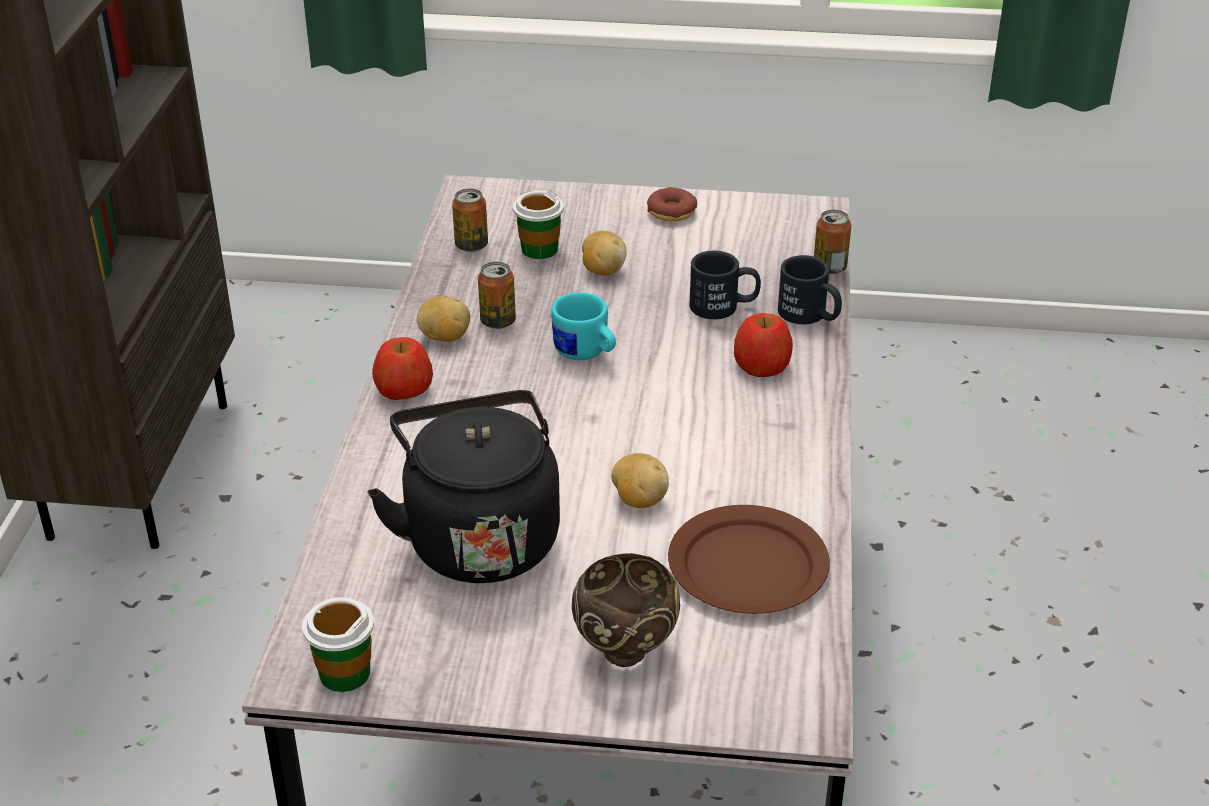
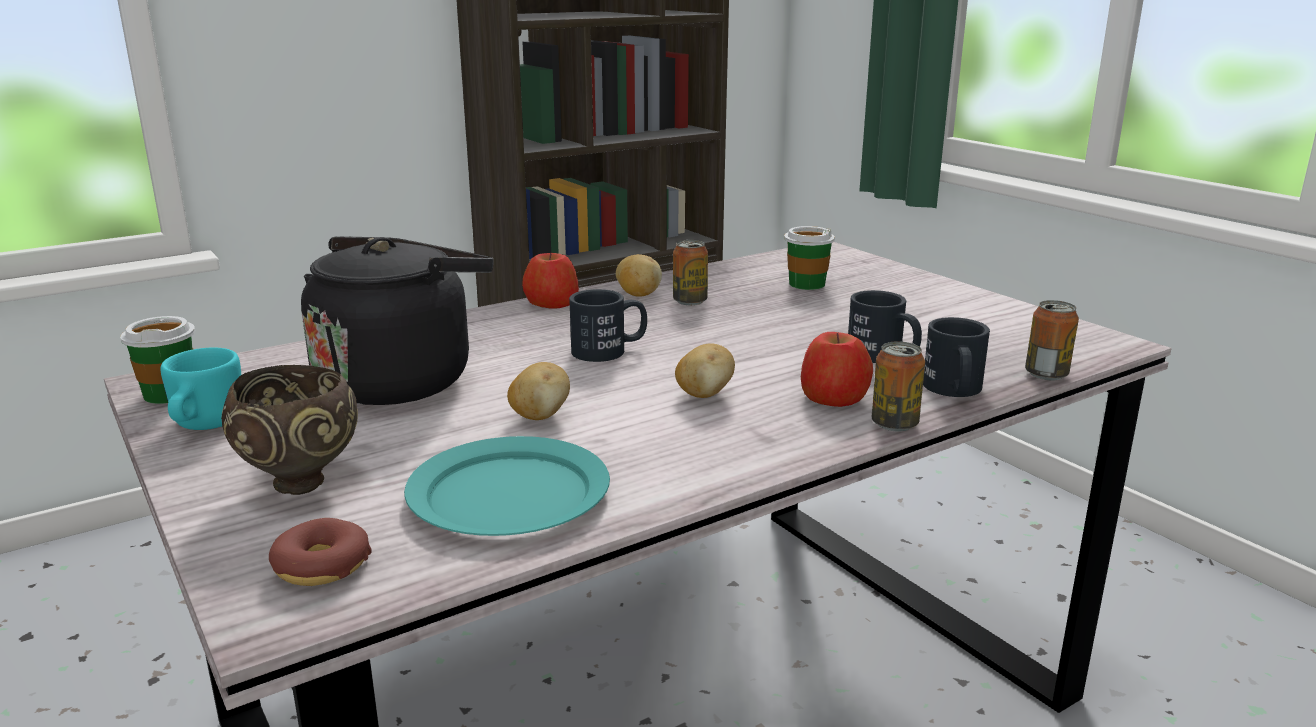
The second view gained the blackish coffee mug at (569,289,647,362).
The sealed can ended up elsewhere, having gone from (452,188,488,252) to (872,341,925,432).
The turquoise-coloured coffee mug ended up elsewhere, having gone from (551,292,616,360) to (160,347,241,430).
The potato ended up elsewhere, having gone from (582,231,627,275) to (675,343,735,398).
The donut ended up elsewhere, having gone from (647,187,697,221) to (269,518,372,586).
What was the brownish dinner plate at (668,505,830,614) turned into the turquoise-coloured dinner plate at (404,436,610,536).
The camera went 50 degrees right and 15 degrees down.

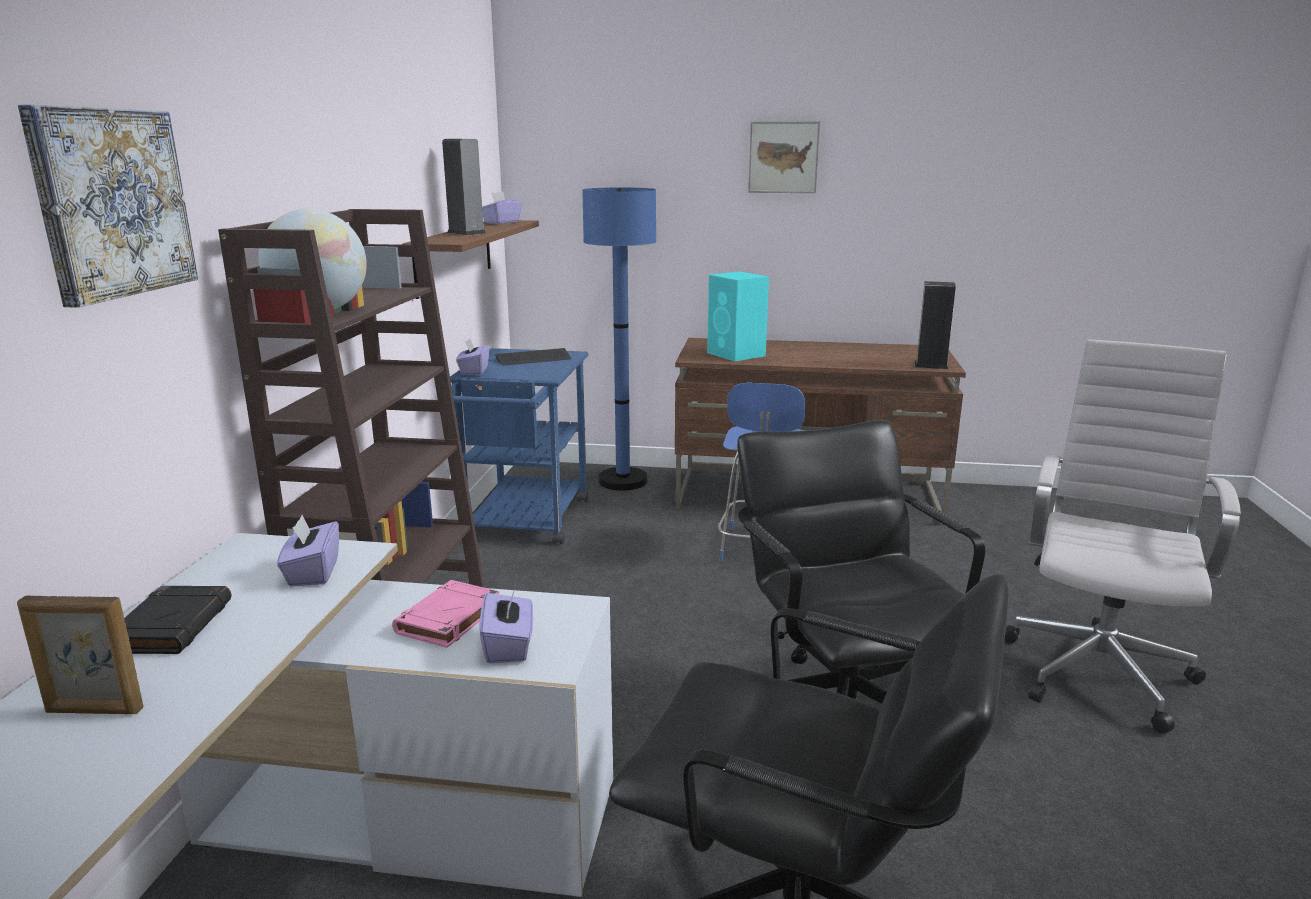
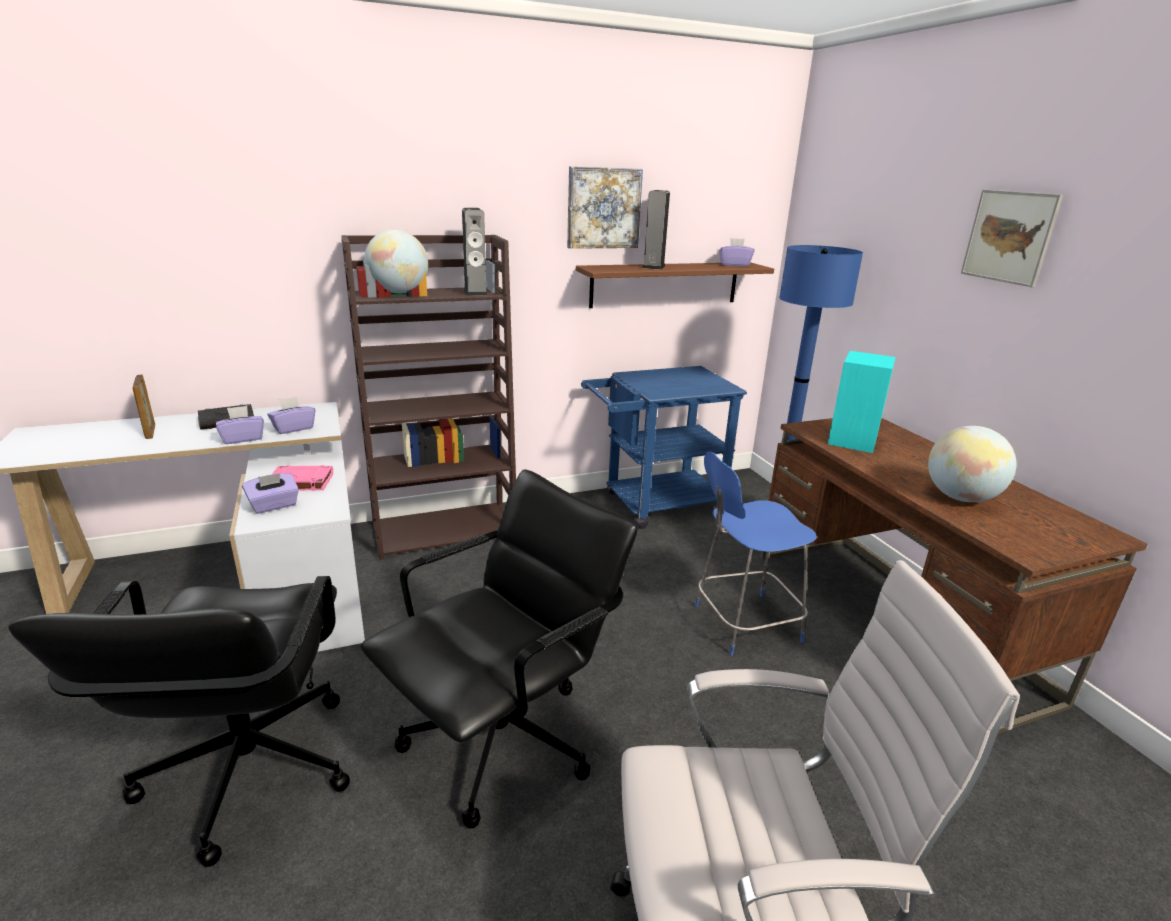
The second view lost the computer keyboard at (495,348,571,366).
The second view gained the globe at (928,426,1016,502).
The wall art ended up elsewhere, having gone from (18,105,198,308) to (567,166,643,249).
The purple-coloured tissue holder ended up elsewhere, having gone from (456,338,489,375) to (216,406,264,444).
The audio speaker ended up elsewhere, having gone from (914,281,956,369) to (462,208,488,296).
The camera went 60 degrees right and 5 degrees up.

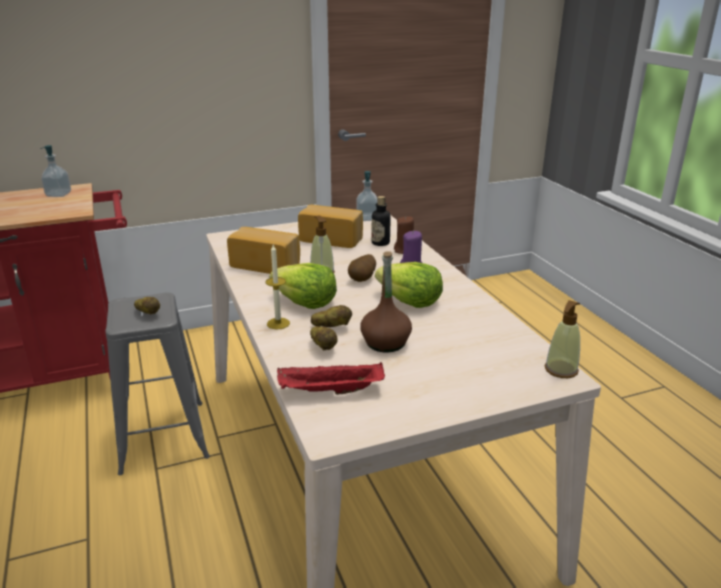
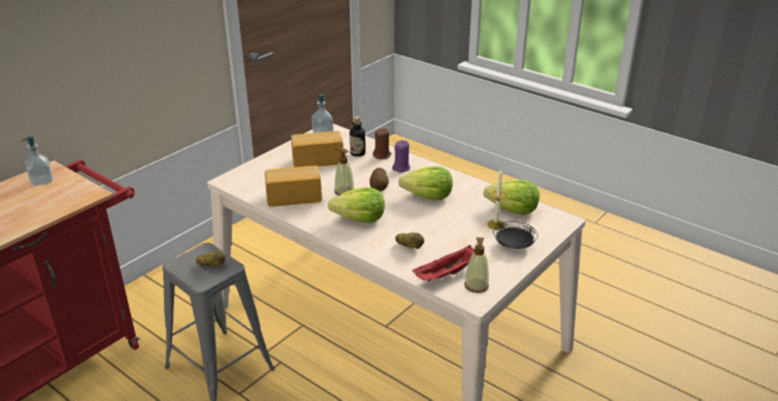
The second view lost the potato at (311,305,352,327).
The second view lost the brownish bottle at (360,251,412,352).
The second view gained the head of lettuce at (483,179,539,215).
The second view gained the blackish dinner plate at (493,221,538,249).
The wax light ended up elsewhere, having gone from (266,245,290,330) to (487,169,506,230).
The soap dispenser ended up elsewhere, having gone from (545,300,580,378) to (464,237,489,293).
The camera went 30 degrees left and 5 degrees up.

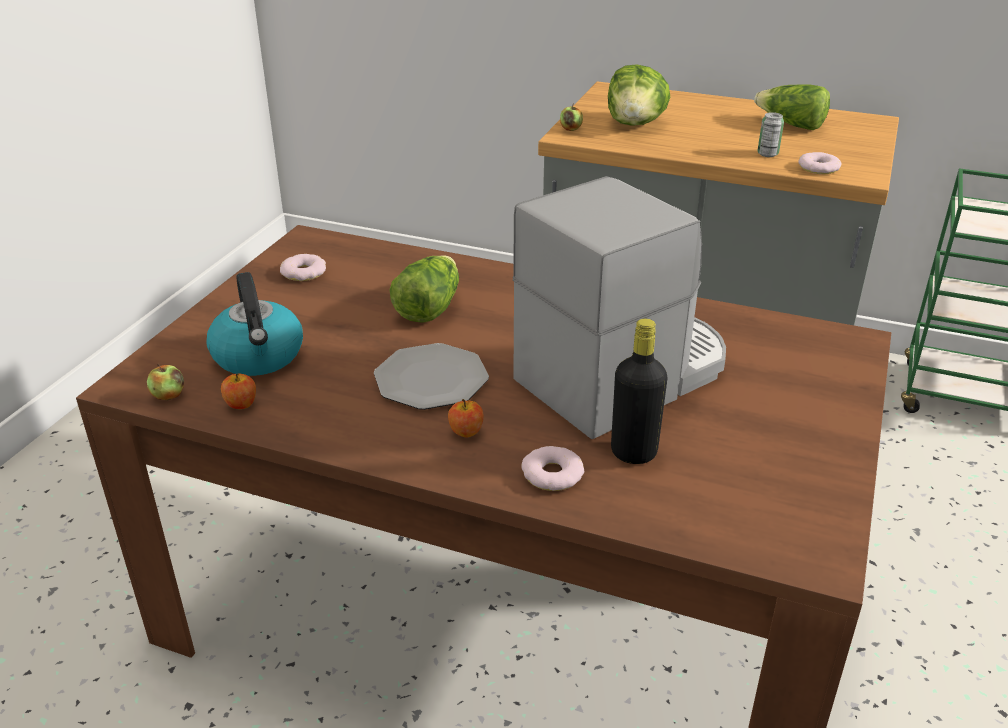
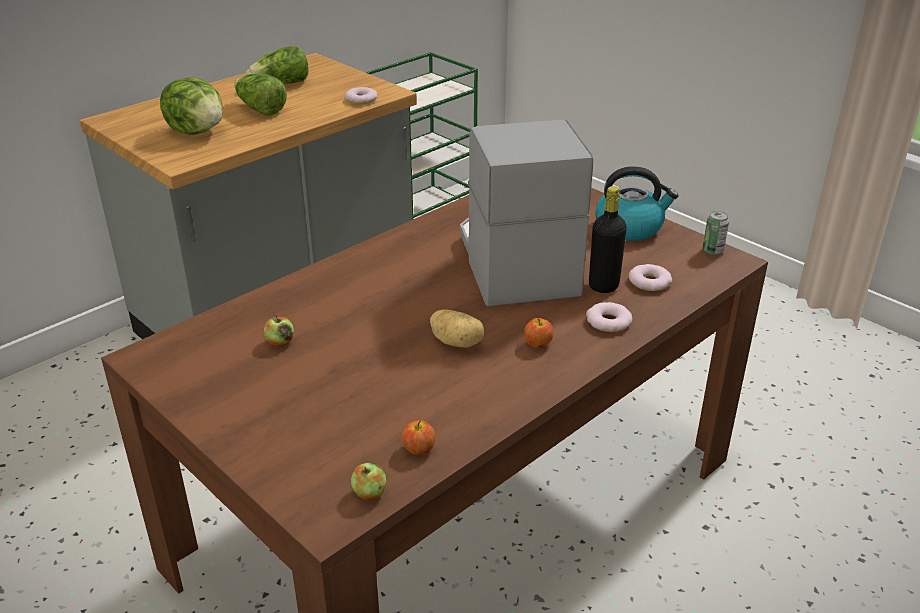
The tea kettle ended up elsewhere, having gone from (206,272,303,376) to (595,166,678,241).
The donut ended up elsewhere, having gone from (280,254,326,281) to (629,264,672,291).
The head of lettuce ended up elsewhere, having gone from (389,256,459,323) to (234,74,287,116).
The apple fruit ended up elsewhere, having gone from (560,106,583,131) to (264,315,294,346).
The sealed can ended up elsewhere, having gone from (757,112,784,157) to (702,211,729,255).
Where the dinner plate stood at (374,343,489,410), the potato came to stand at (430,309,484,348).
The camera went 65 degrees left and 0 degrees up.

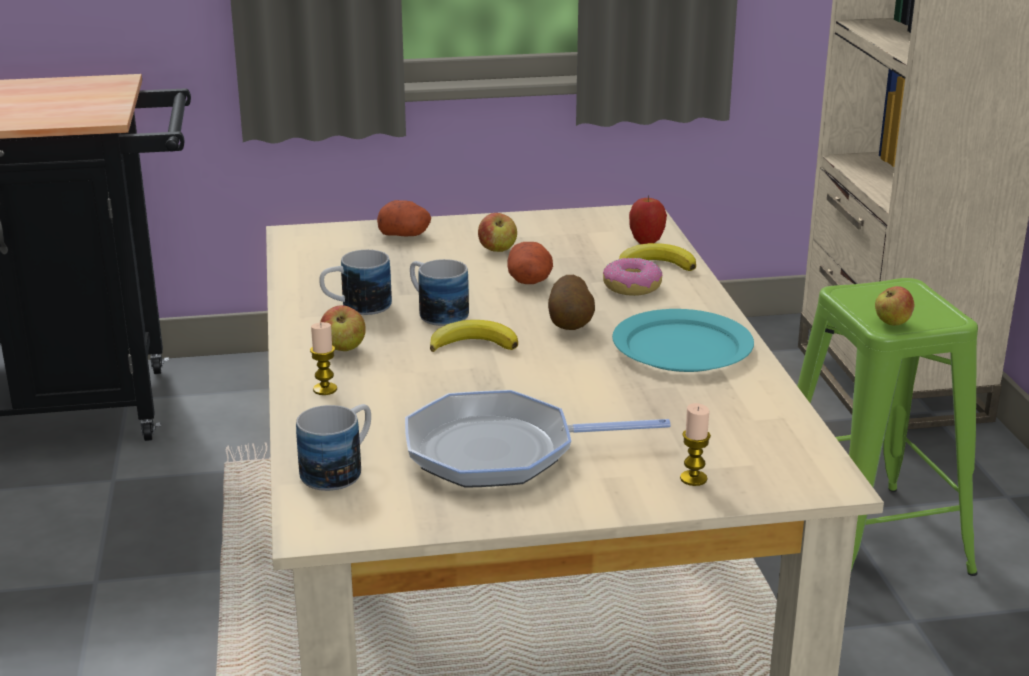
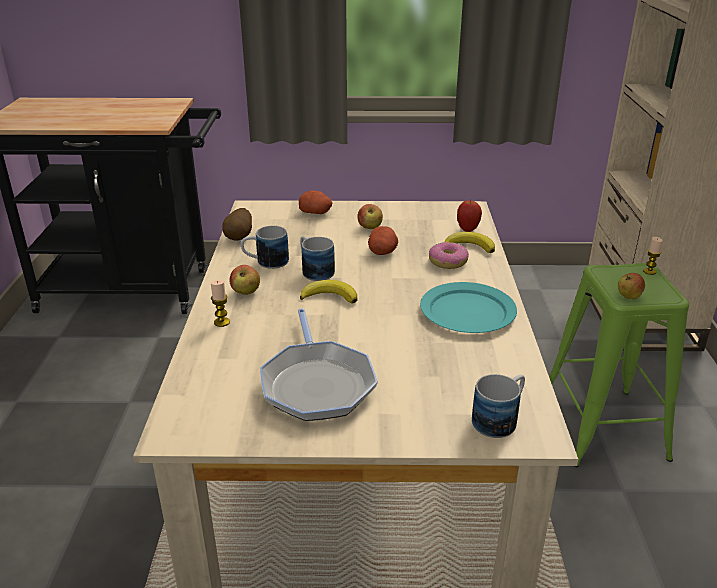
The coffee mug ended up elsewhere, having gone from (296,404,371,491) to (472,374,525,438).
The potato ended up elsewhere, having gone from (548,275,595,330) to (222,208,252,241).
The wax light ended up elsewhere, having gone from (680,403,711,486) to (643,237,663,275).
The pan at (405,390,671,488) ended up facing another way, 105 degrees counterclockwise from before.
The camera went 10 degrees right and 5 degrees up.

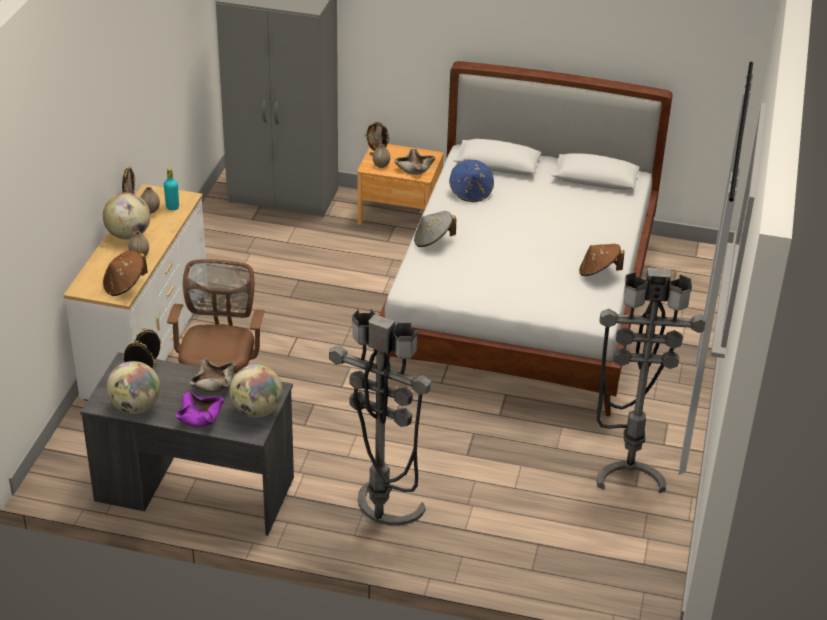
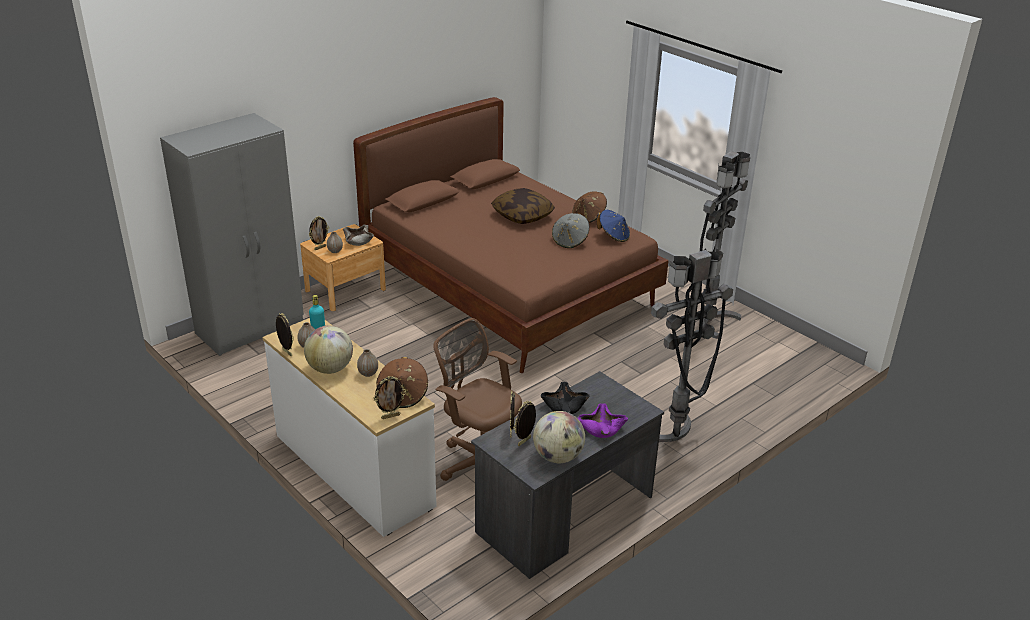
The second view lost the globe at (229,365,283,418).
The second view gained the picture frame at (373,376,406,419).
The second view gained the throw pillow at (491,188,555,224).
The grey wearable hat ended up elsewhere, having gone from (414,211,456,247) to (552,213,589,248).
The blue wearable hat ended up elsewhere, having gone from (449,159,494,202) to (597,210,630,242).
What was the beige-coloured serving bowl at (189,358,236,393) turned into the blackish serving bowl at (540,382,590,414).
What was the white sleeping bed at (374,61,673,416) turned into the brownish sleeping bed at (353,97,669,373).
The camera went 55 degrees left and 5 degrees down.

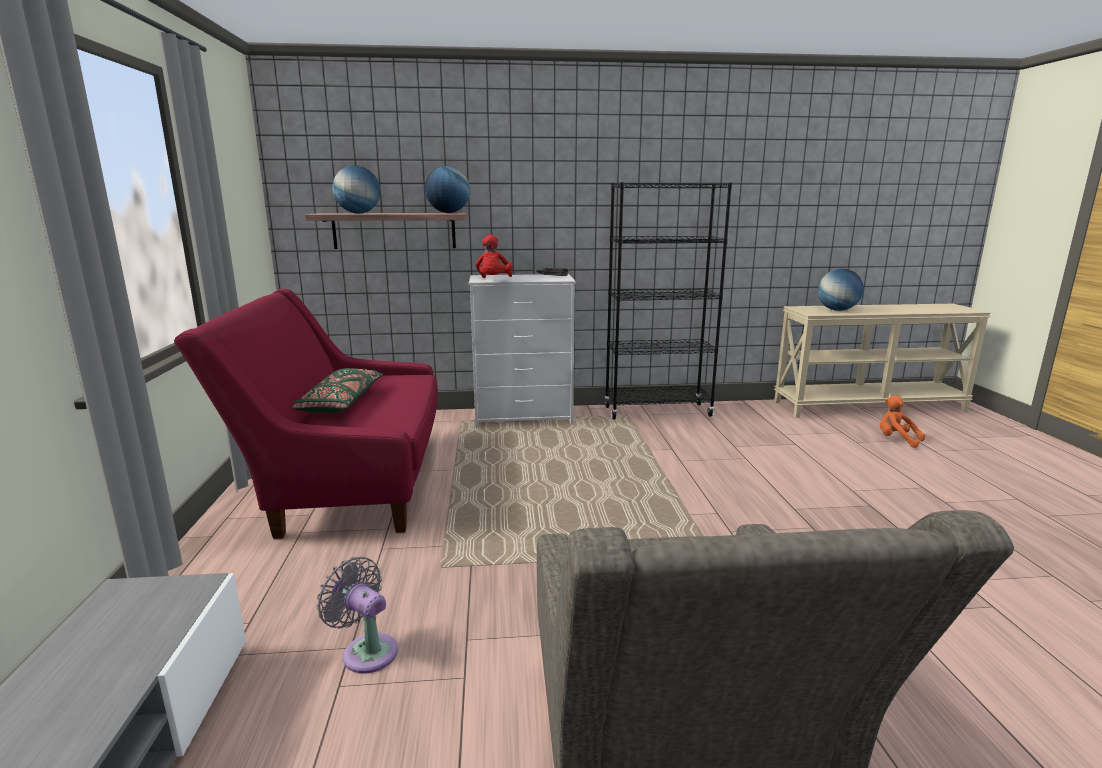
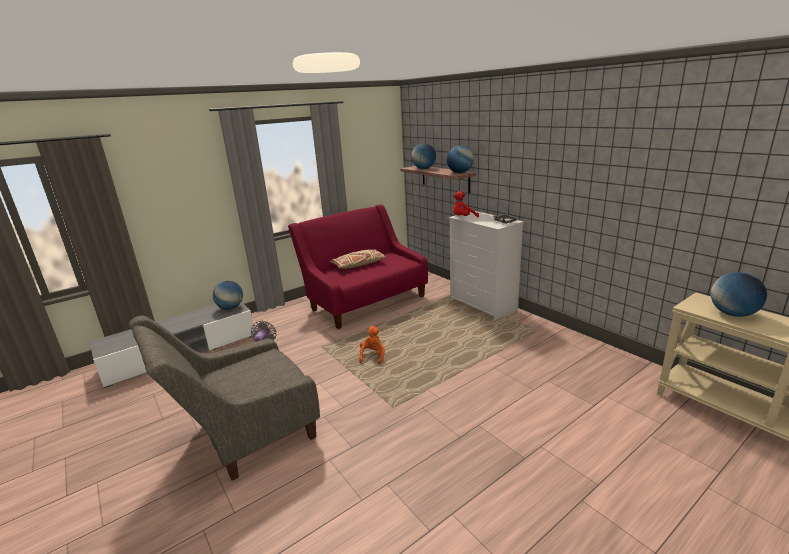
The second view lost the blackish bookcase at (604,182,732,420).
The second view gained the globe at (213,281,243,309).
The orange cuddly toy ended up elsewhere, having gone from (880,396,925,448) to (359,326,385,365).
What was the greenish throw pillow at (293,368,383,413) turned into the beige-coloured throw pillow at (330,249,387,269).
The camera went 60 degrees right and 5 degrees up.

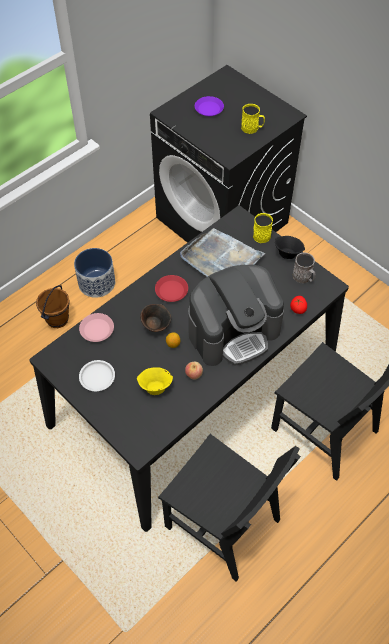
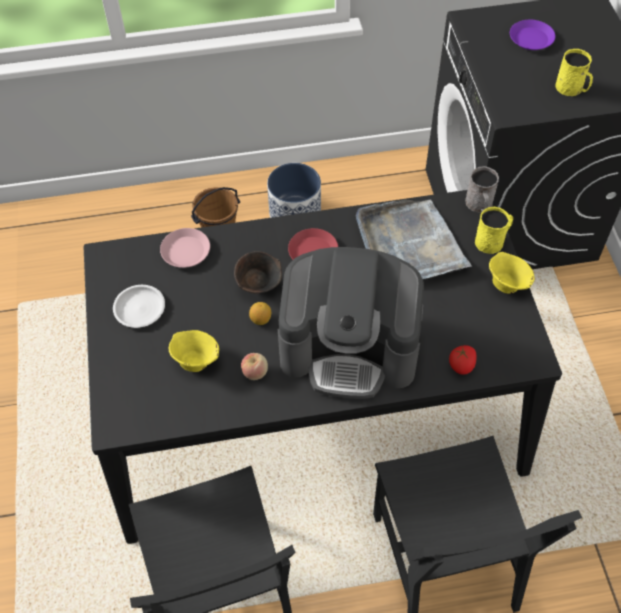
The grey coffee mug ended up elsewhere, having gone from (293,253,316,283) to (465,166,499,213).
What was the blackish serving bowl at (275,236,305,259) turned into the yellowish serving bowl at (489,252,535,294).
The camera went 35 degrees right and 0 degrees up.

